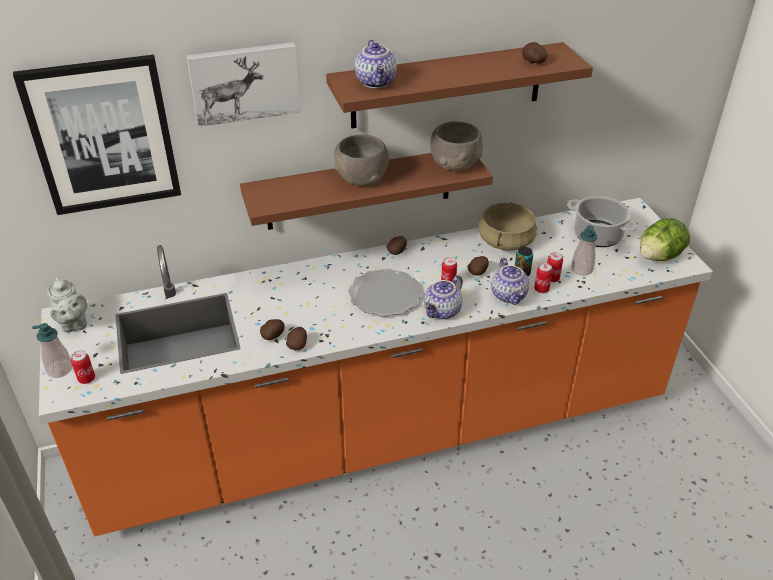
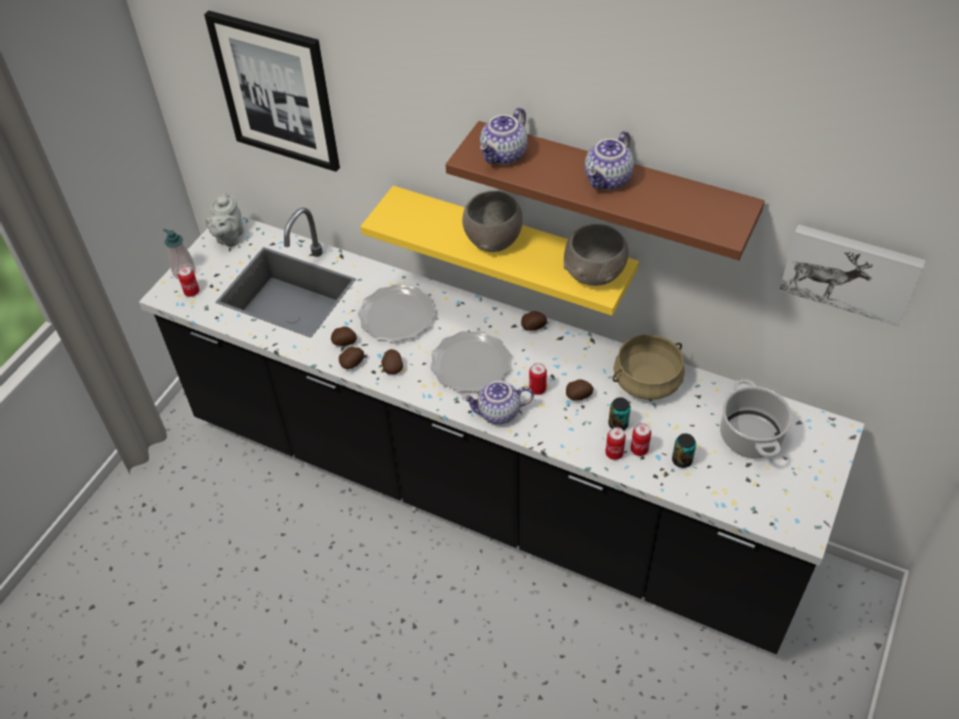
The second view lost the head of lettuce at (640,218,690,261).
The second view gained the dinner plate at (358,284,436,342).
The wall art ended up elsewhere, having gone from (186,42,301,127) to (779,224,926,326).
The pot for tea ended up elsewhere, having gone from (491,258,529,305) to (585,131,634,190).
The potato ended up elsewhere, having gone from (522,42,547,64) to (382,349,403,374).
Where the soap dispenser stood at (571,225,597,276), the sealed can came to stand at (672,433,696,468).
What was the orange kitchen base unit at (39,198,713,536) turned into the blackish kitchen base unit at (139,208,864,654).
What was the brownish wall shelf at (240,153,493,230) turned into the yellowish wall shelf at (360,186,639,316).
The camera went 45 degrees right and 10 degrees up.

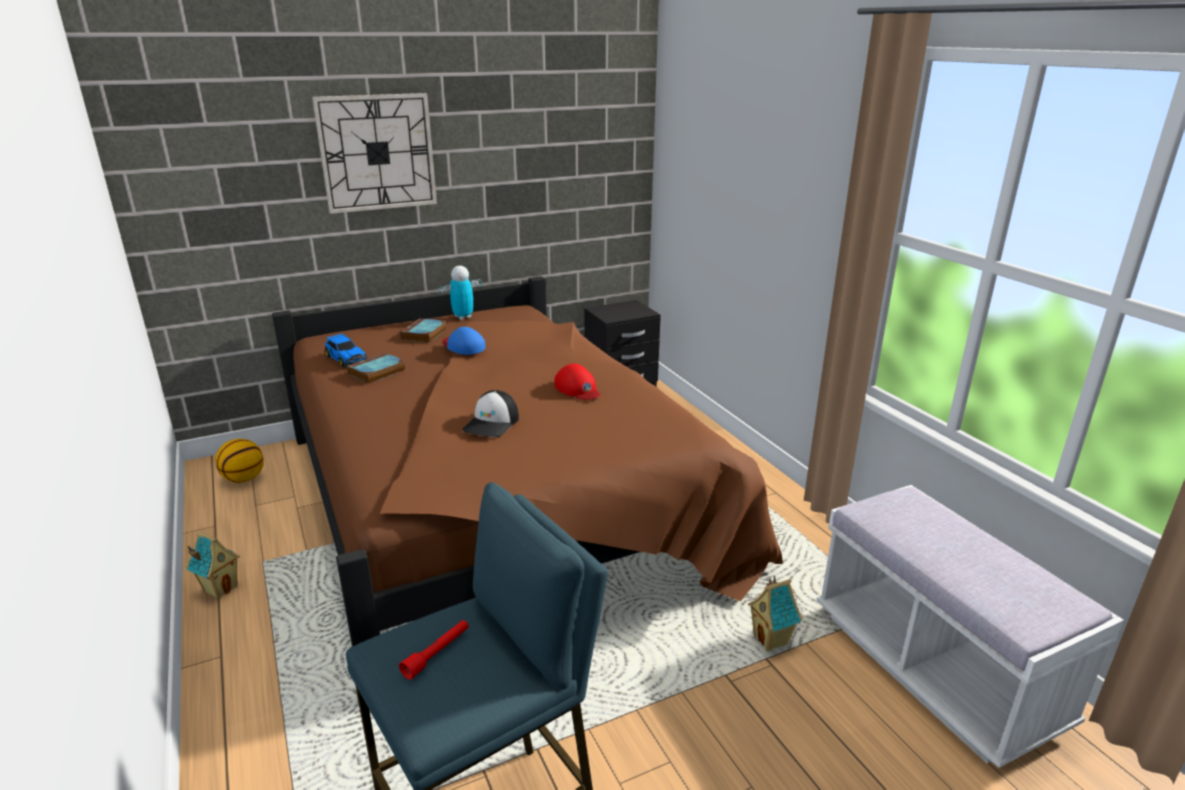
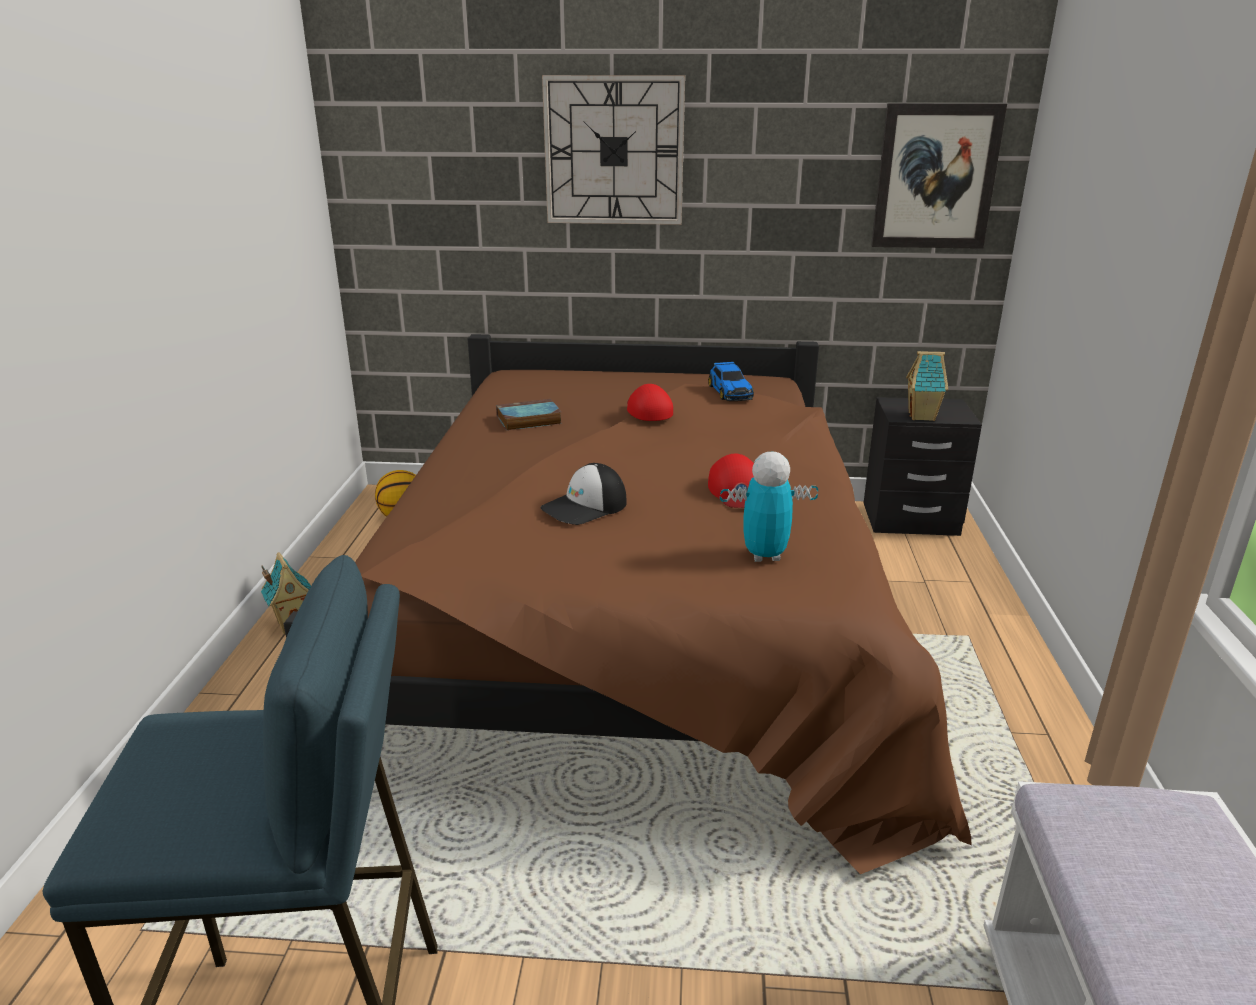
The second view lost the red hand torch at (399,620,469,680).
The second view lost the bound book at (400,318,447,343).
The second view gained the wall art at (871,103,1007,249).
The toy car ended up elsewhere, having gone from (325,333,368,367) to (708,361,754,401).
The model robot ended up elsewhere, having gone from (439,266,482,320) to (720,452,818,562).
The model house ended up elsewhere, having gone from (748,576,802,651) to (906,351,948,421).
What was the blue baseball cap at (442,327,485,355) turned into the red baseball cap at (627,384,673,421).
The camera went 30 degrees right and 0 degrees up.

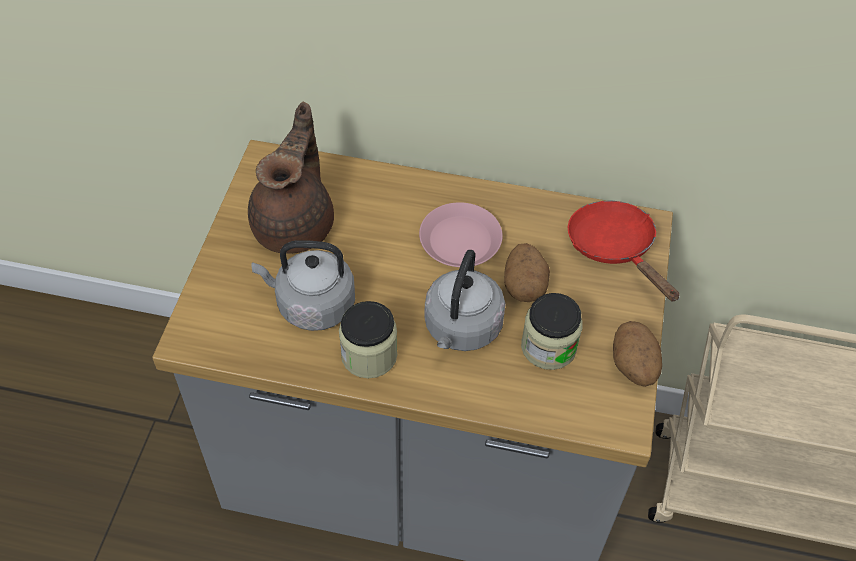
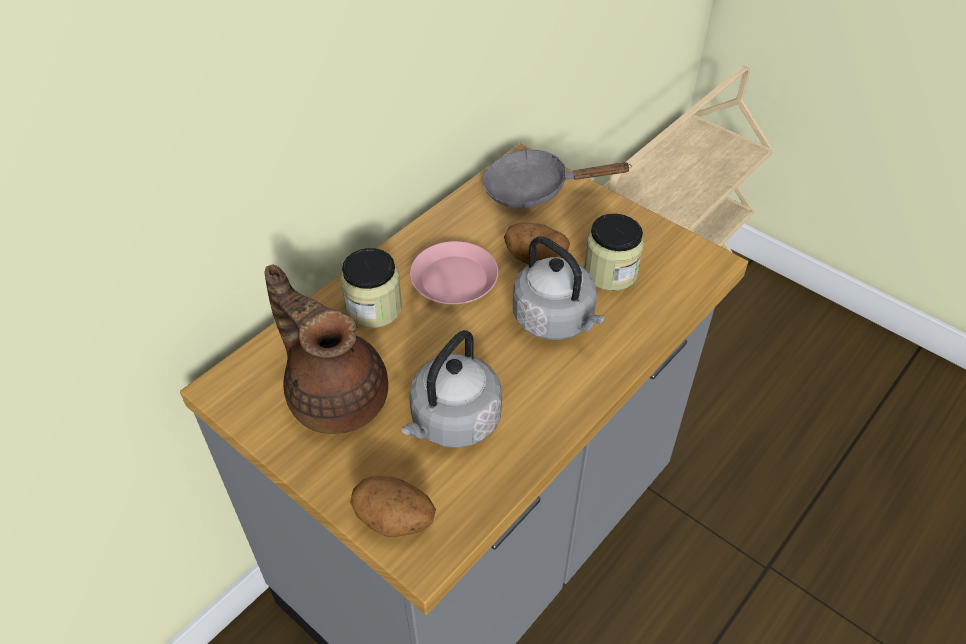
The jar ended up elsewhere, having gone from (339,301,397,378) to (340,248,402,328).
The potato ended up elsewhere, having gone from (613,321,662,387) to (350,476,436,537).
What was the red pan at (568,201,680,302) turned into the grey pan at (483,149,632,208).
The camera went 60 degrees left and 5 degrees down.

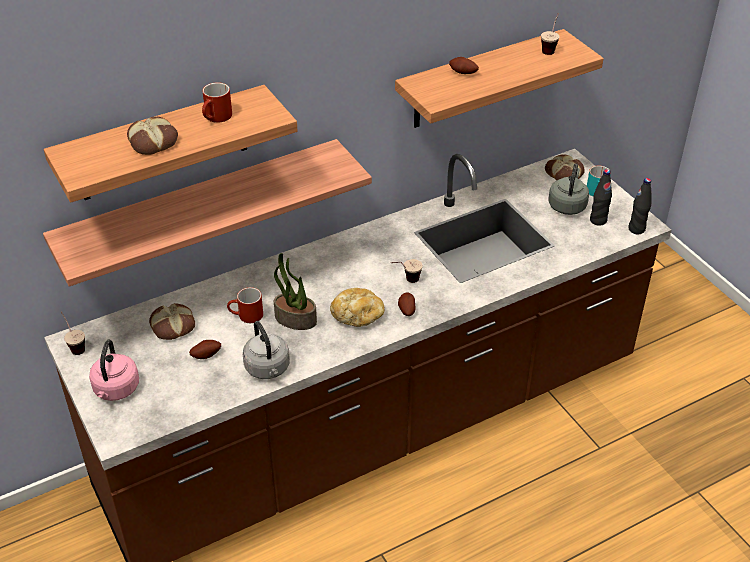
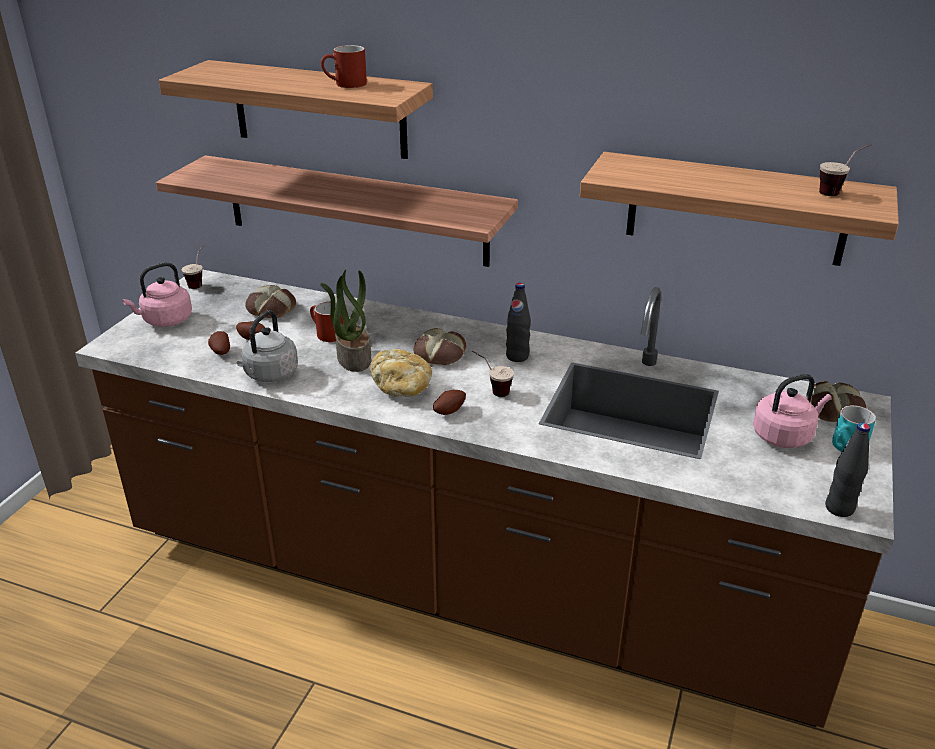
The bakery bread ended up elsewhere, having gone from (127,116,178,155) to (414,328,466,365).
The potato ended up elsewhere, having gone from (449,57,479,74) to (208,331,230,355).
The blackish bottle ended up elsewhere, having gone from (590,169,612,226) to (506,283,531,362).
What was the grey tea kettle at (549,164,589,215) turned into the pink-coloured tea kettle at (753,374,831,448).
The camera went 50 degrees right and 10 degrees down.

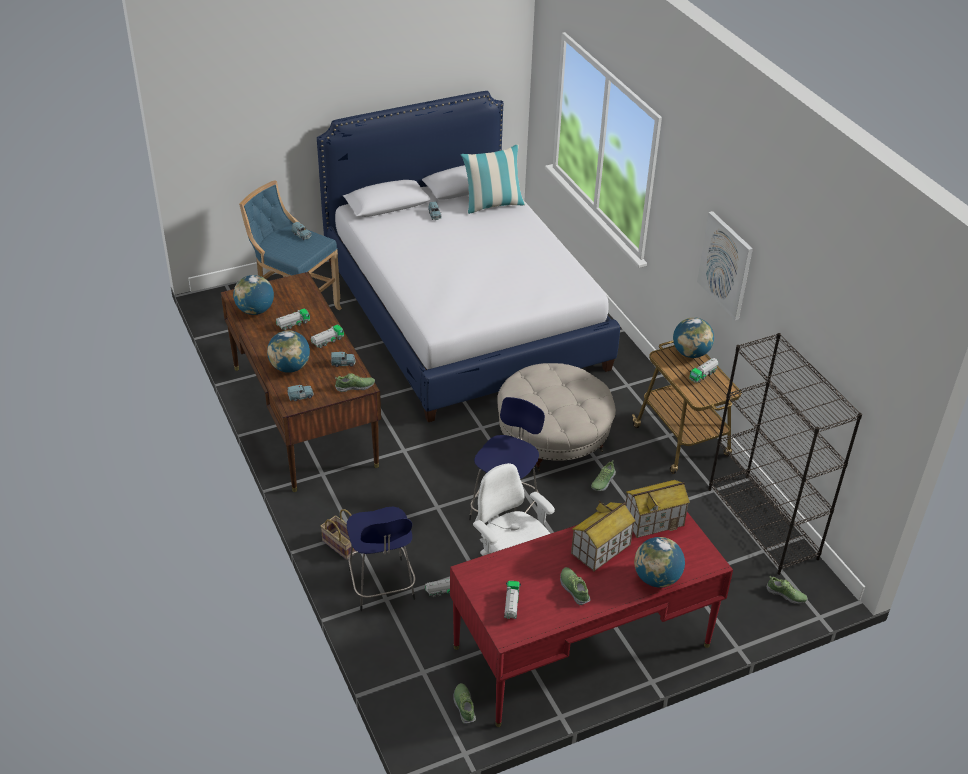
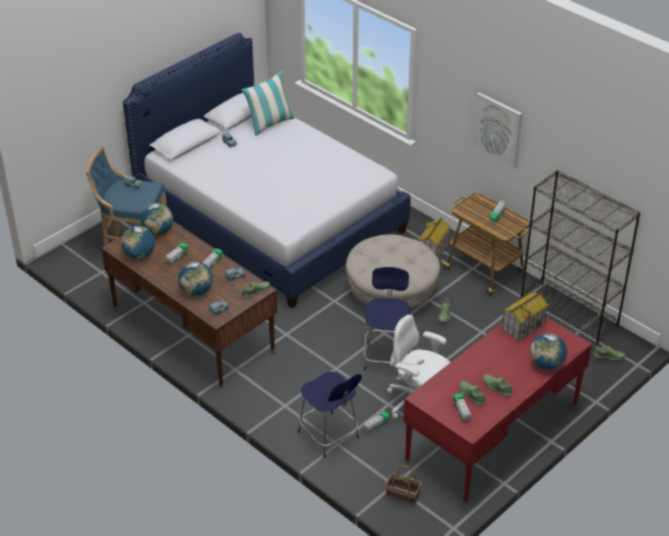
The household basket ended up elsewhere, having gone from (320,509,356,560) to (386,466,421,506).
The shoe ended up elsewhere, having gone from (453,683,476,724) to (460,381,486,406).
The model house ended up elsewhere, having gone from (571,501,636,571) to (418,218,450,259).
The globe ended up elsewhere, having gone from (673,317,714,358) to (141,203,173,235).
The camera went 20 degrees left and 0 degrees up.

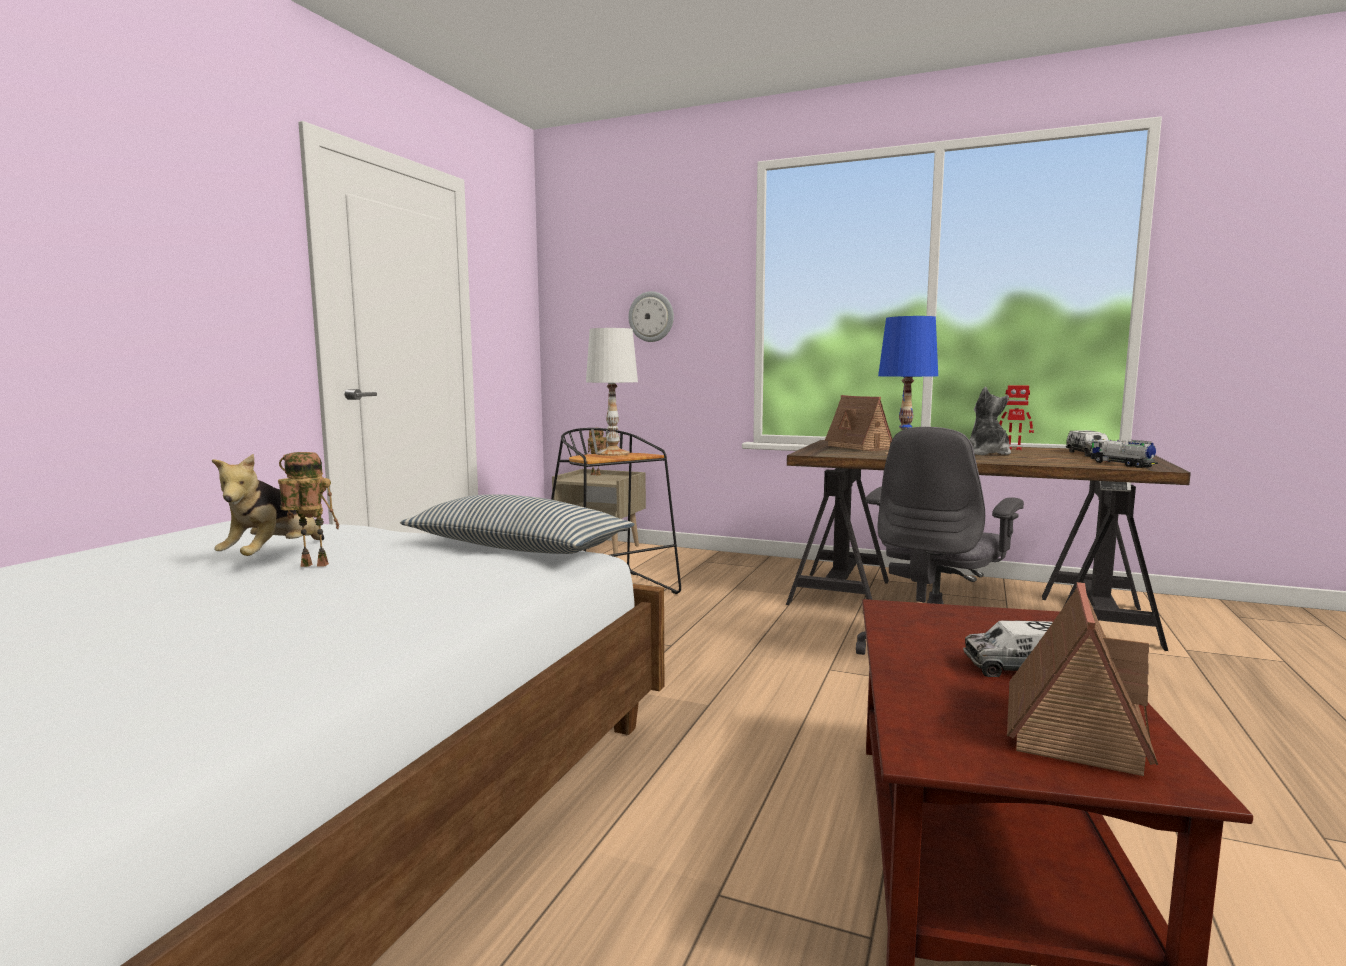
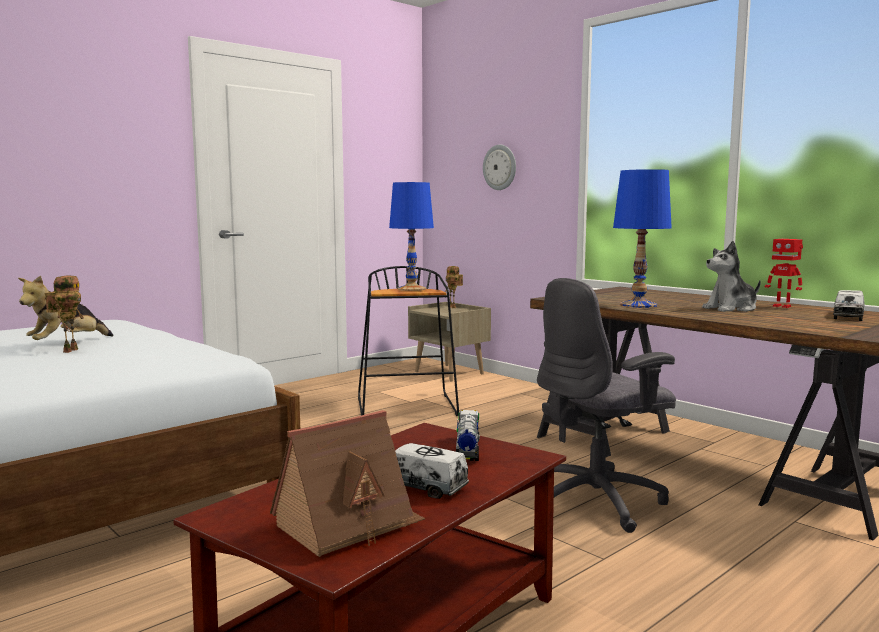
The second view lost the throw pillow at (400,494,634,554).
The second view lost the model house at (825,395,892,451).
The model truck ended up elsewhere, having gone from (1090,439,1158,468) to (456,410,480,461).
What was the white table lamp at (586,328,638,456) turned into the blue table lamp at (389,182,434,291).
The model robot at (278,452,339,567) ended up facing another way, 75 degrees clockwise from before.
The cuddly toy at (969,387,1011,455) ended up facing another way, 135 degrees counterclockwise from before.
The camera went 25 degrees right and 0 degrees up.

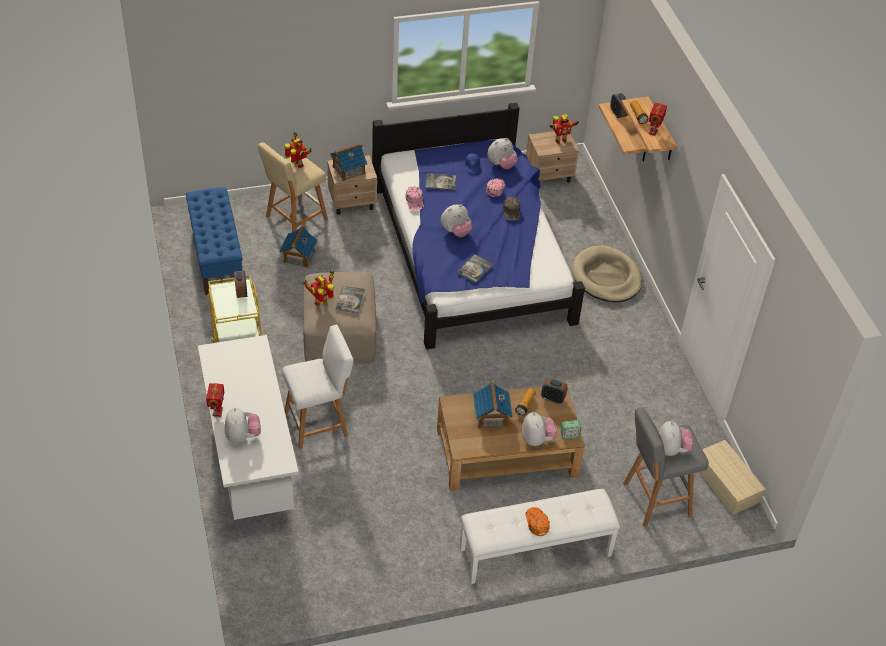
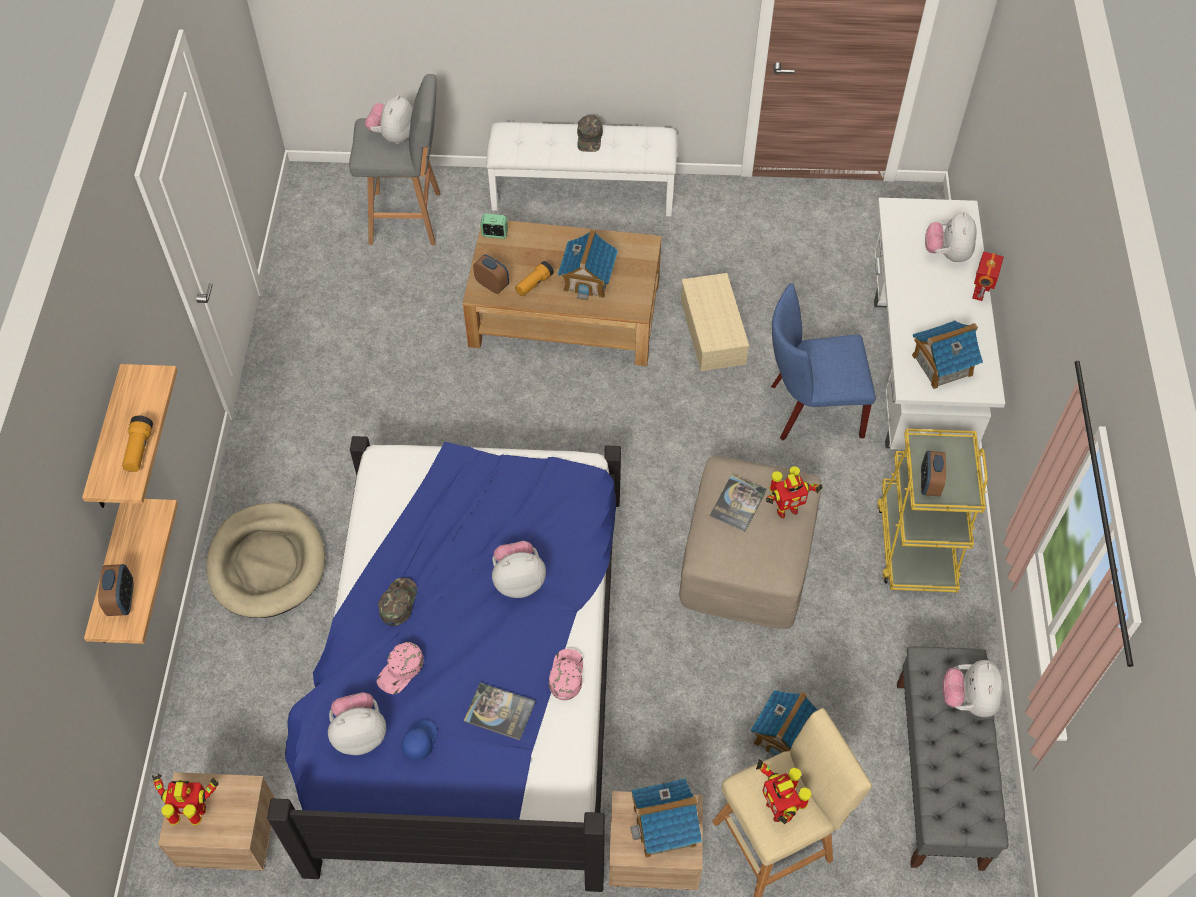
The second view lost the bound book at (457,254,493,283).
The second view lost the model robot at (649,103,667,136).
The second view gained the model house at (912,320,983,389).
The cuddly toy ended up elsewhere, having gone from (522,412,557,446) to (943,660,1003,717).
The beige-coloured storage box ended up elsewhere, having gone from (700,440,766,515) to (681,273,749,371).
Where the white stool seat stood at (282,325,354,449), the blue upright chair came to stand at (771,283,876,440).
What was the blue long seat at (186,187,243,295) turned into the grey long seat at (897,646,1008,871).
What was the orange baseball cap at (525,507,550,536) turned into the greenish baseball cap at (577,115,603,152).
The camera went 160 degrees left and 10 degrees up.

